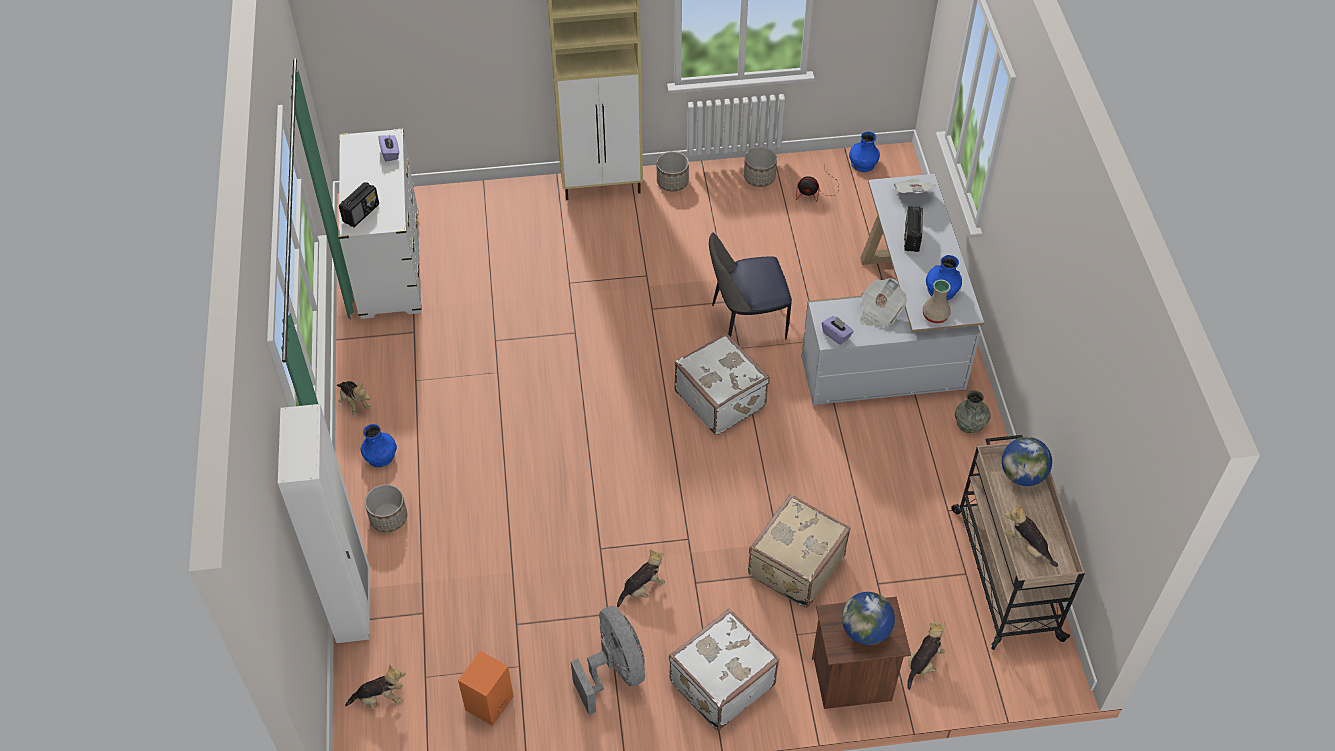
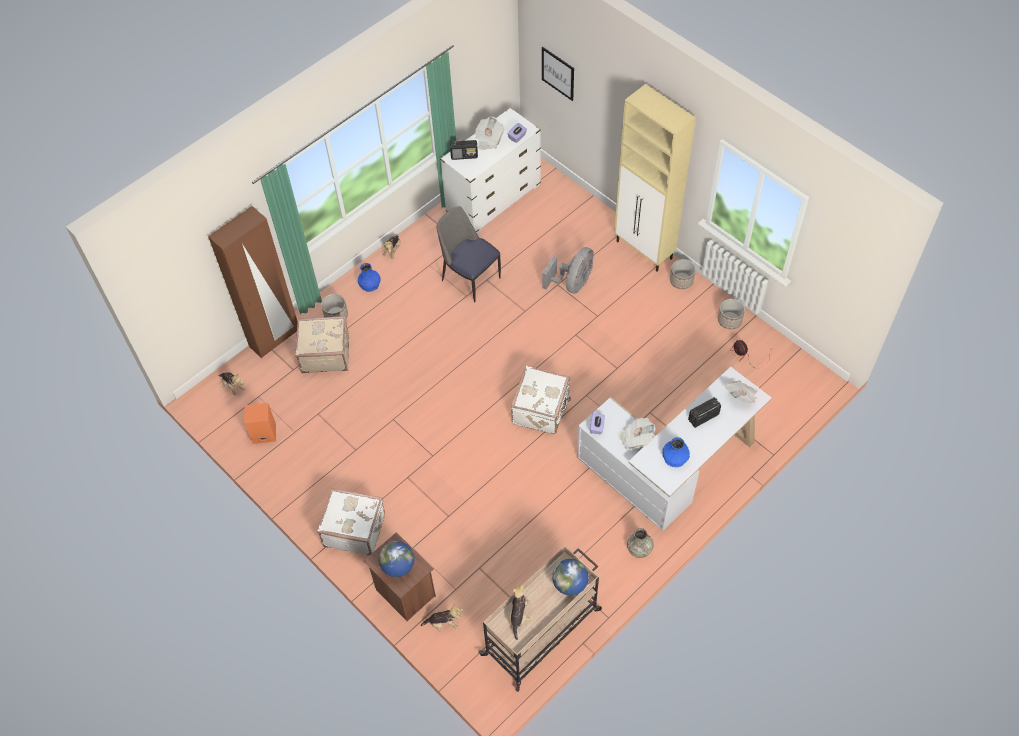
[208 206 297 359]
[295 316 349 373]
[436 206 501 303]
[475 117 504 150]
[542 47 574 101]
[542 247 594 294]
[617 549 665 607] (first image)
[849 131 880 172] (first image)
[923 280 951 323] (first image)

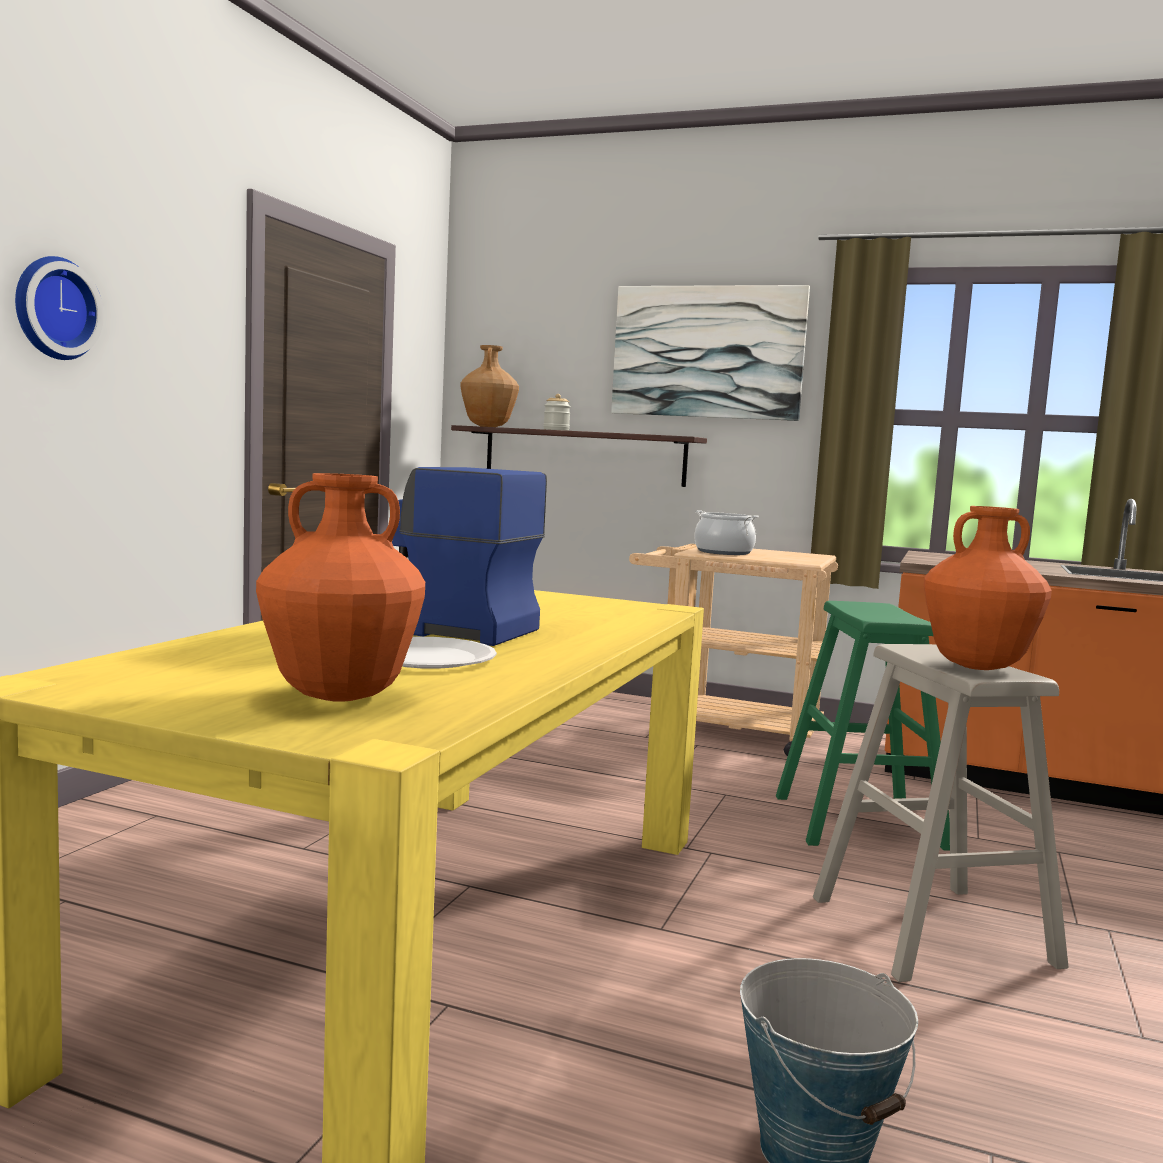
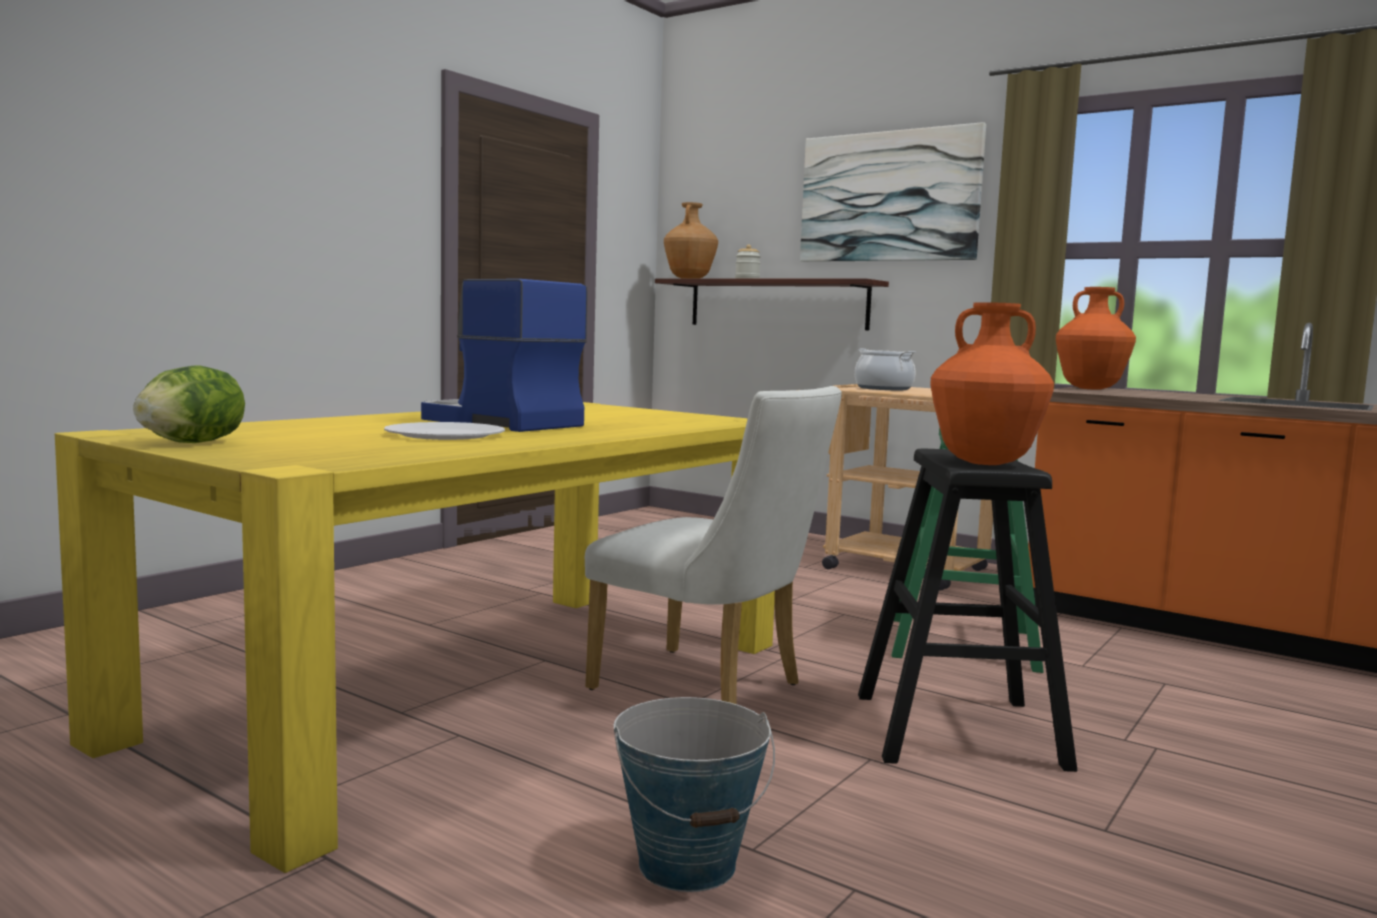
[133 366 245 443]
[585 386 842 704]
[858 449 1078 772]
[1056 287 1136 390]
[15 256 104 360] (first image)

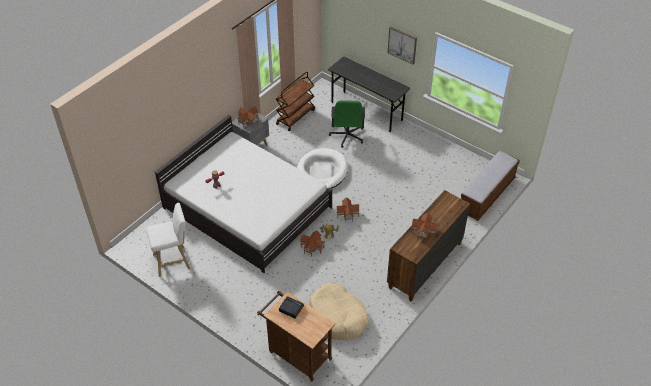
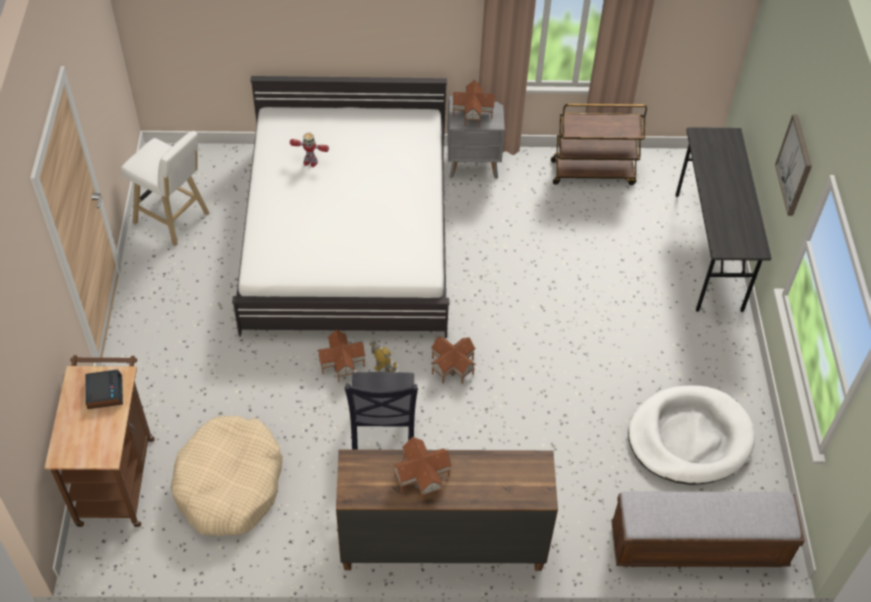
[345 372 418 450]
[628 385 755 485]
[329 100 365 148] (first image)

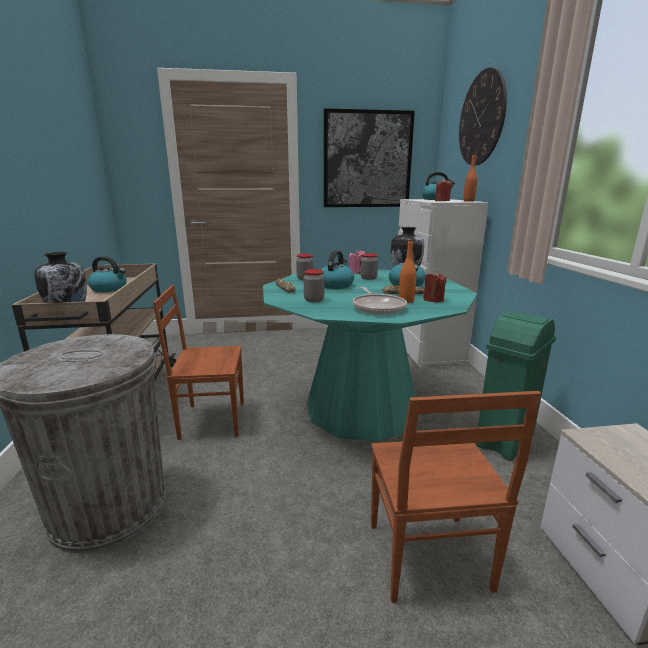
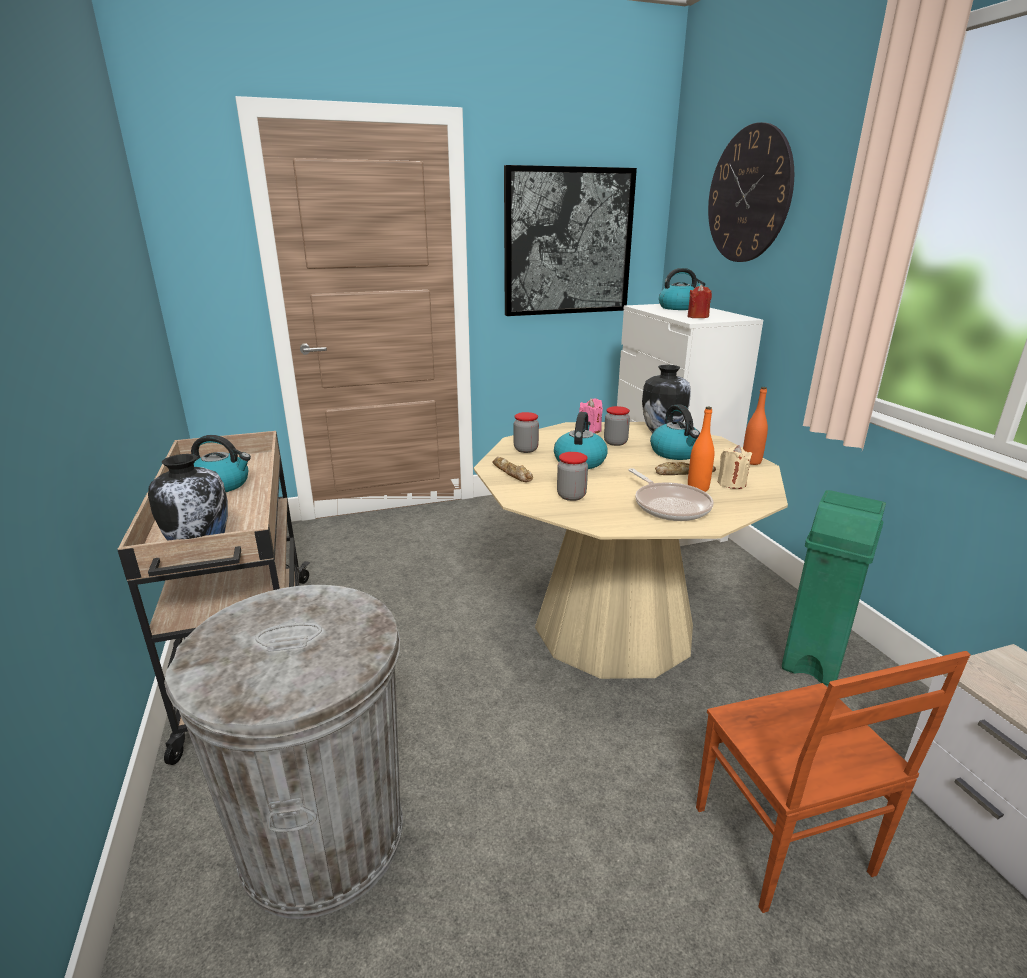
[474 422 788 679]
[717 445 752 489]
[743 387 768 465]
[153 285 244 440] (first image)

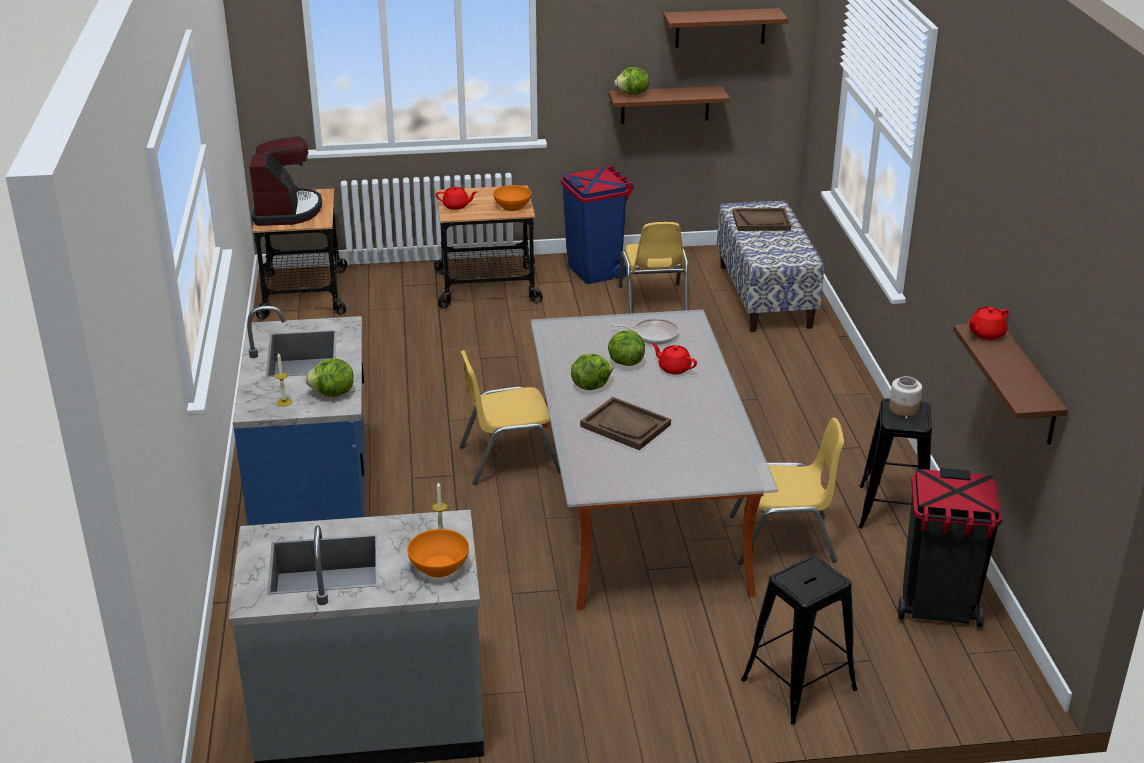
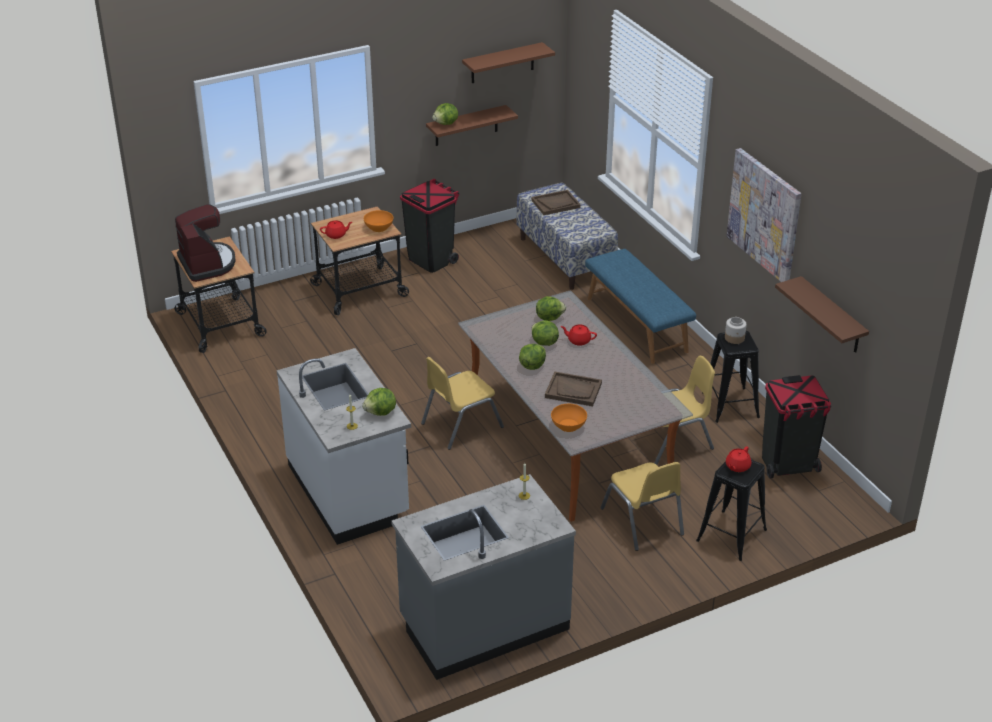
[276 348 411 545]
[400 179 459 273]
[536 296 566 321]
[551 404 587 432]
[585 249 696 364]
[600 462 684 551]
[726 446 751 472]
[727 148 801 282]

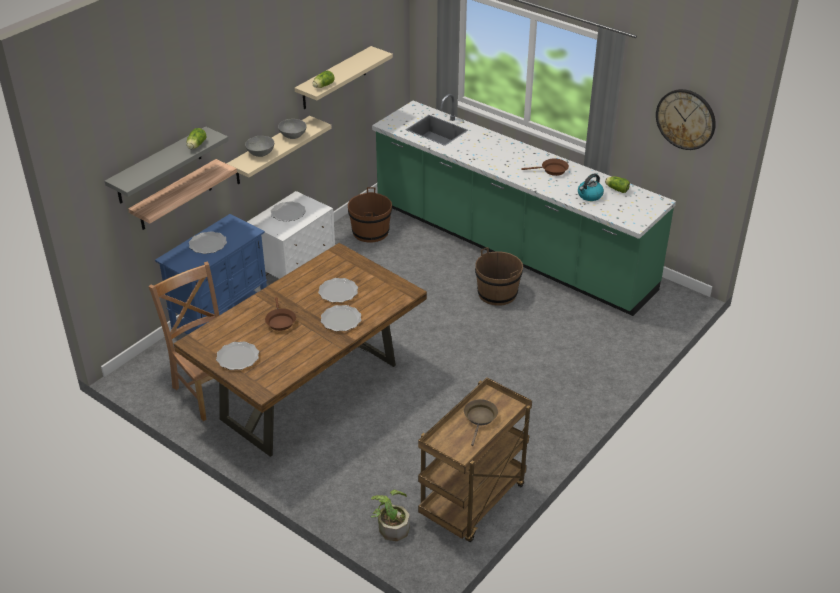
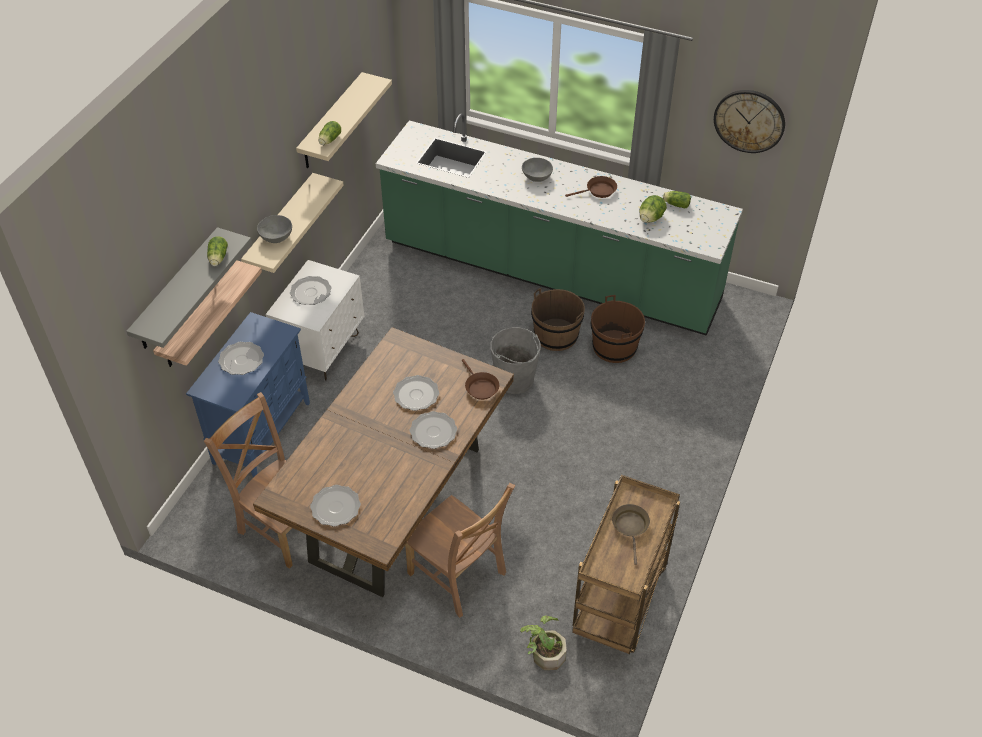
[405 483 515 618]
[462 359 499 400]
[490 327 541 394]
[522 158 553 182]
[591 295 645 363]
[639 195 667 223]

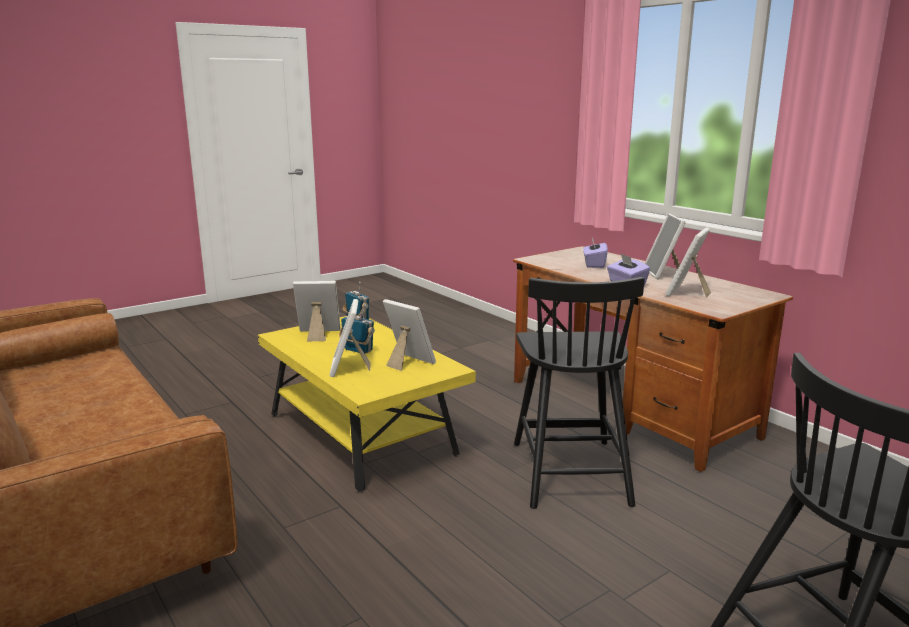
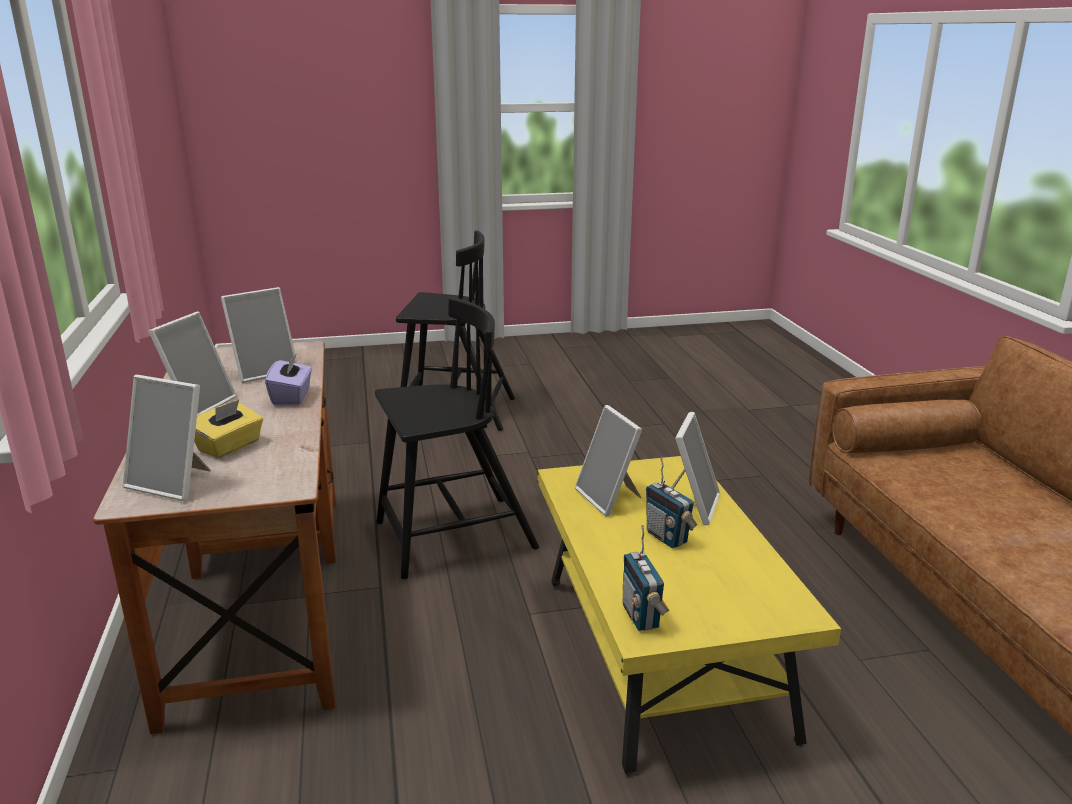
[123 375 211 501]
[194 400 263 458]
[375 297 539 579]

